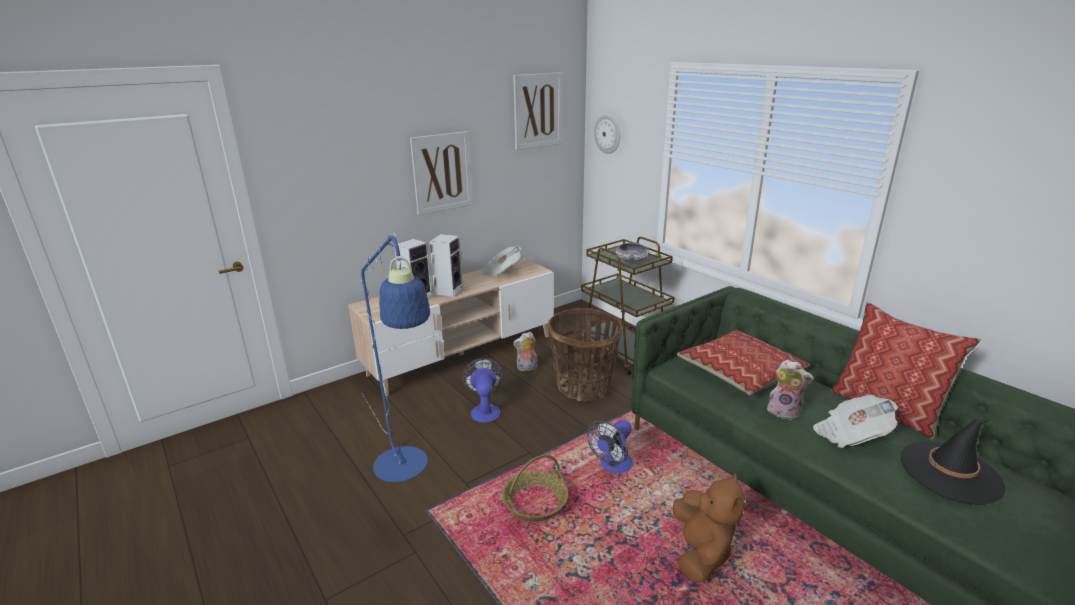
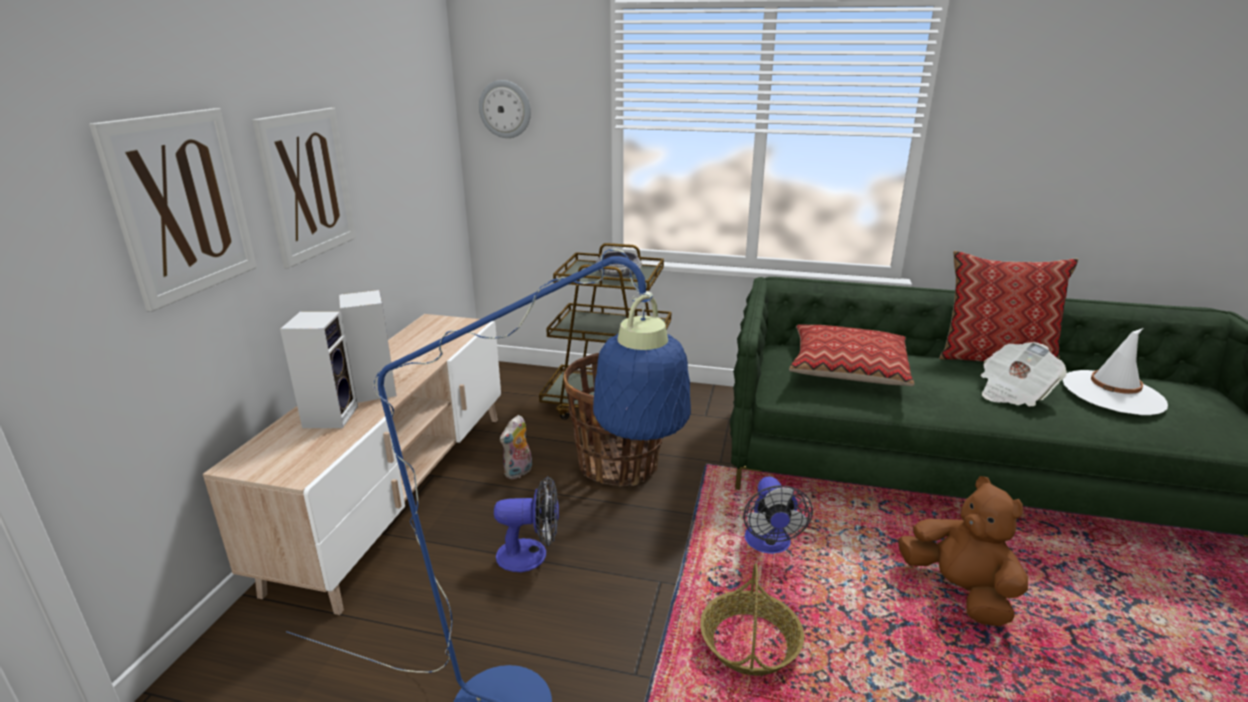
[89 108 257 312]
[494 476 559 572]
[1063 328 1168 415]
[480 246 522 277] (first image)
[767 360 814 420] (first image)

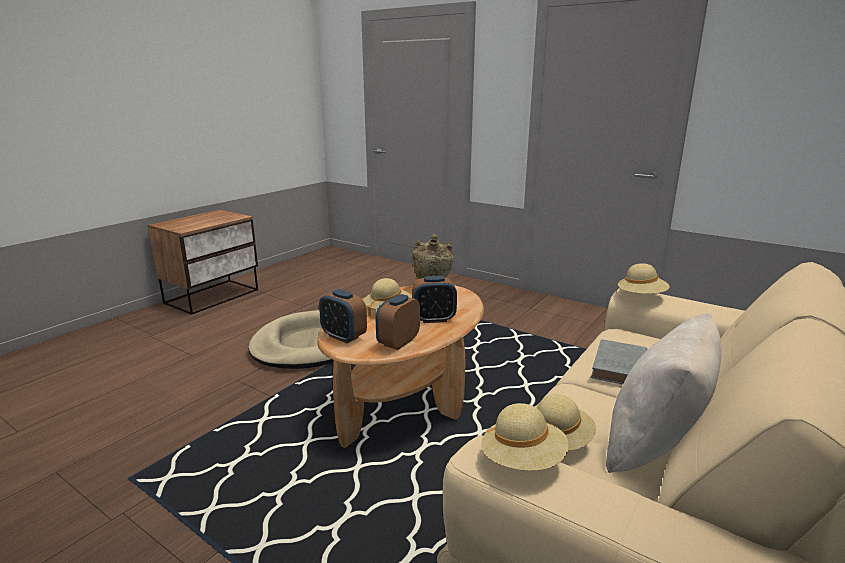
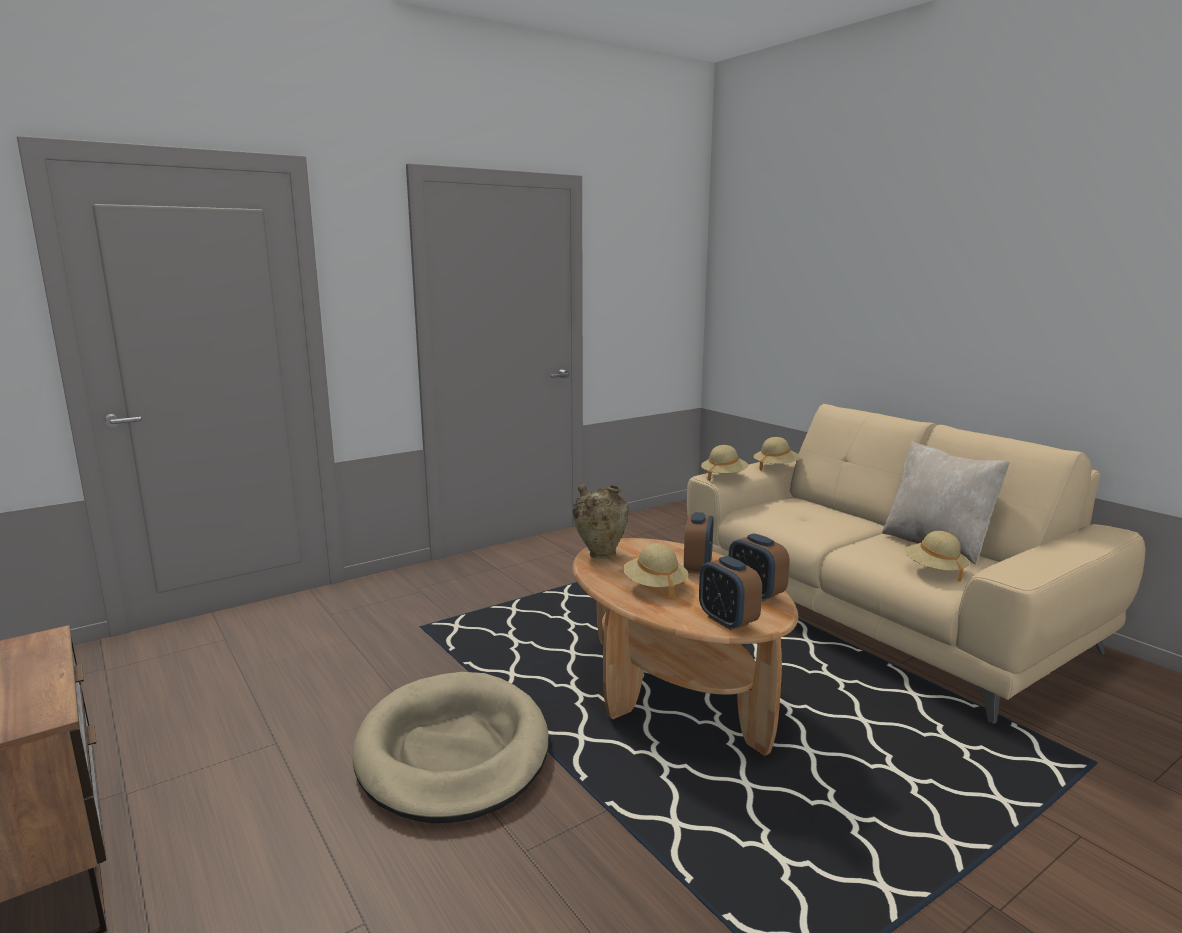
[699 556 762 630]
[754 437 800 471]
[591 339 647 384] (first image)

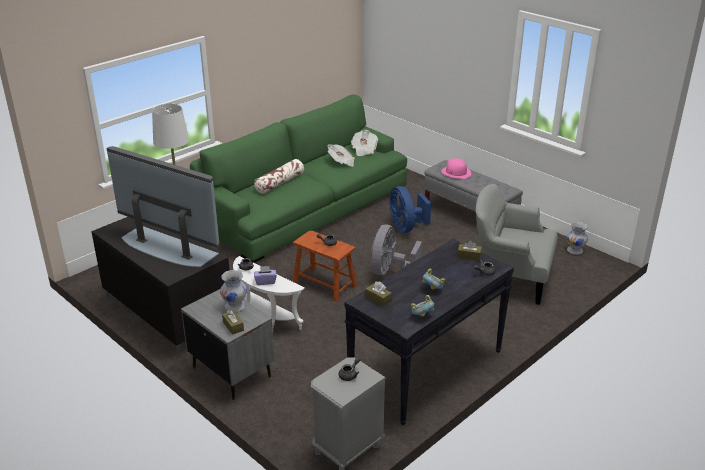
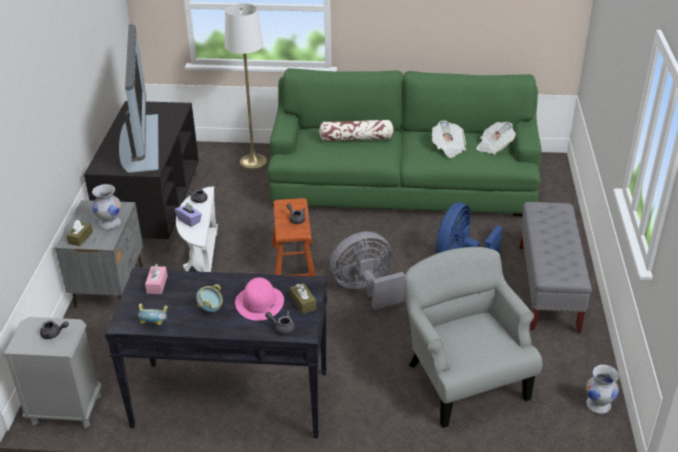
[145 264 167 294]
[235 277 284 321]

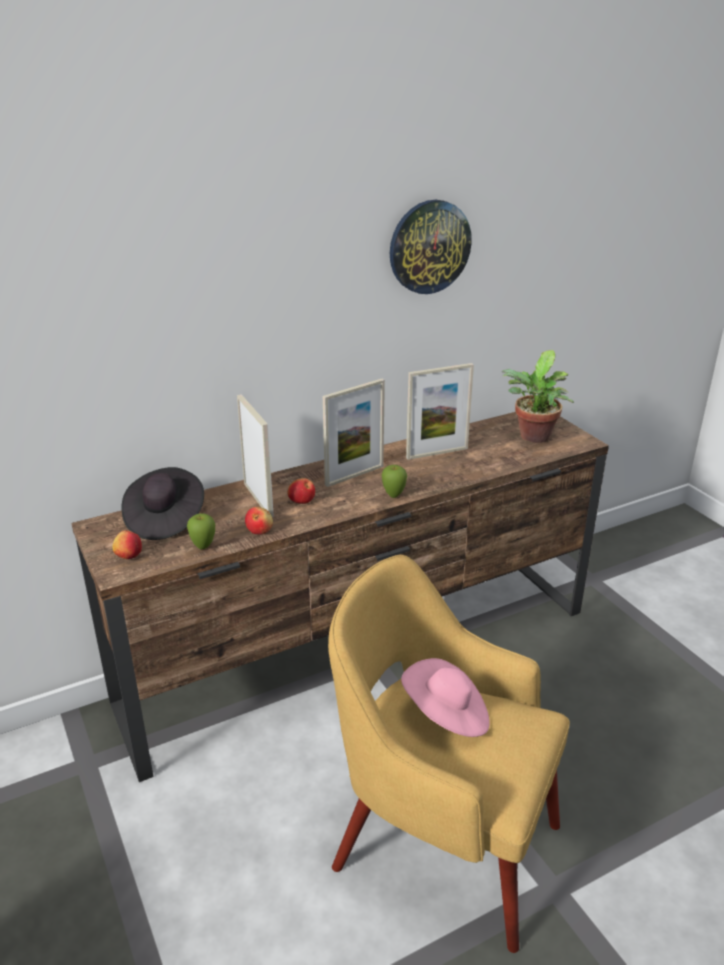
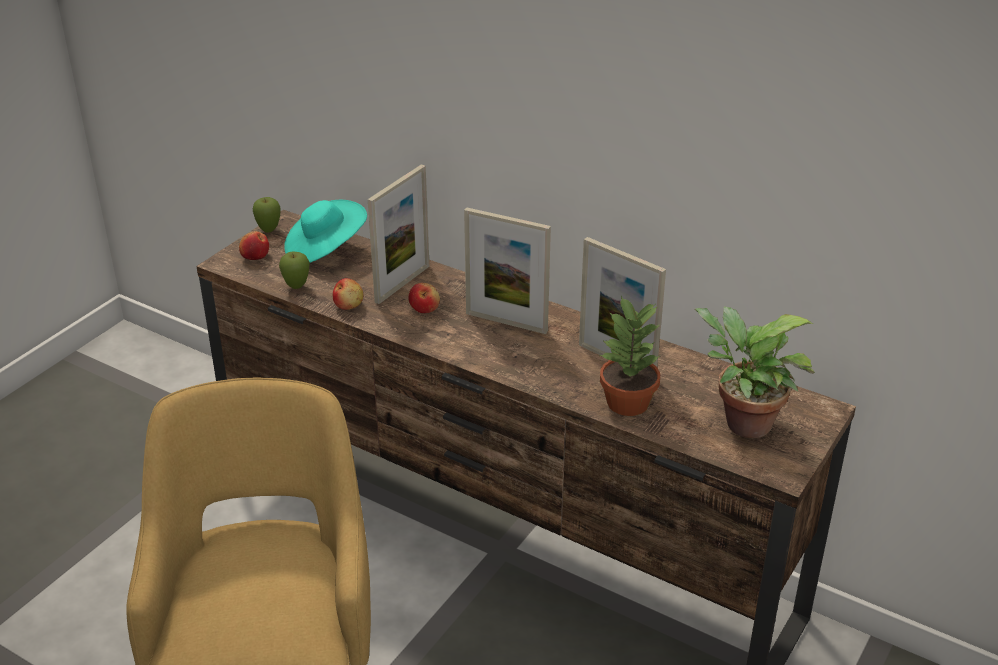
[253 197 281 233]
[284 200 367 263]
[600 296 661 416]
[390 200 472 294] (first image)
[401 658 489 737] (first image)

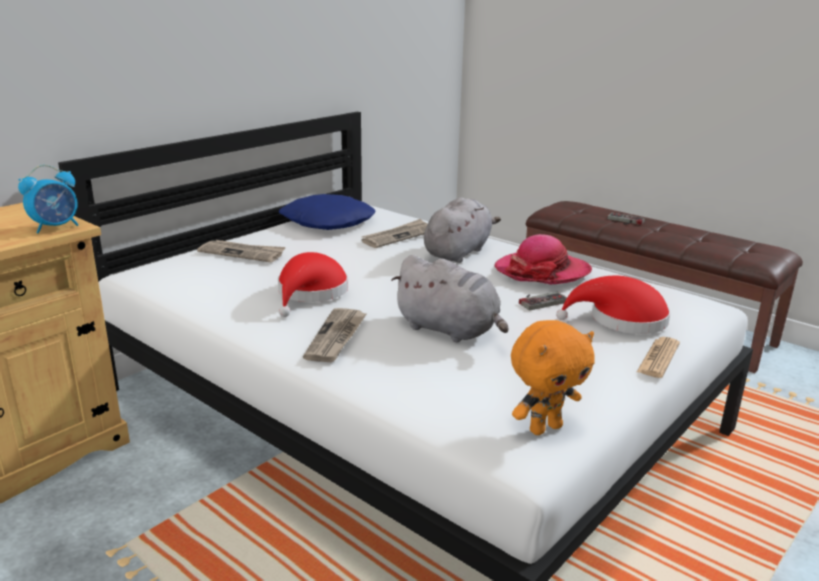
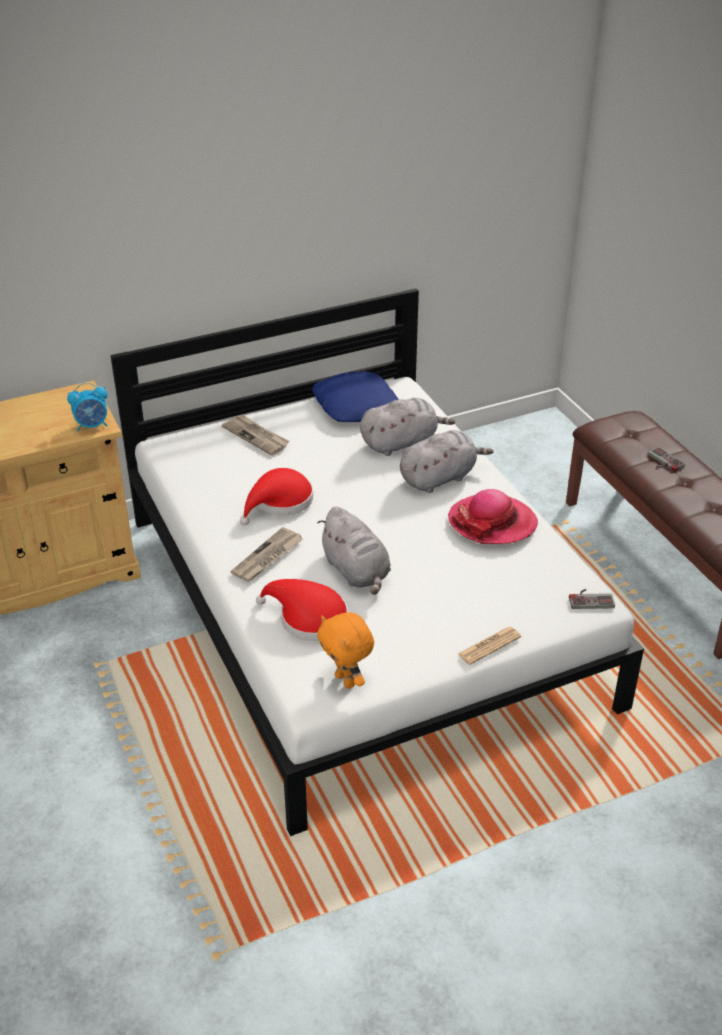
[256 579 348 641]
[317 612 374 689]
[360 398 455 456]
[569 589 615 609]

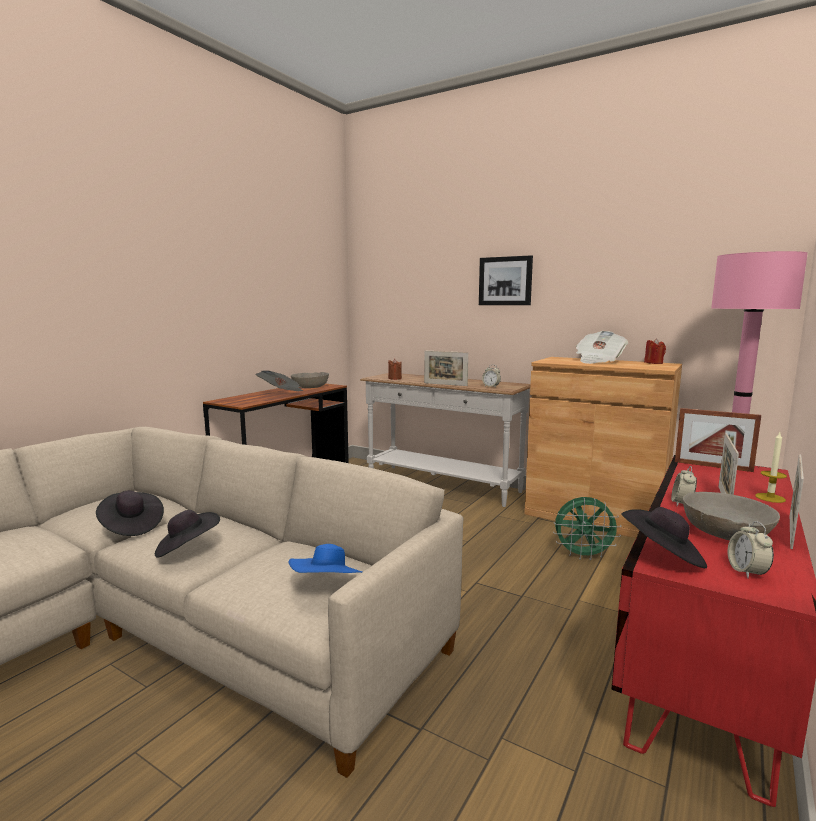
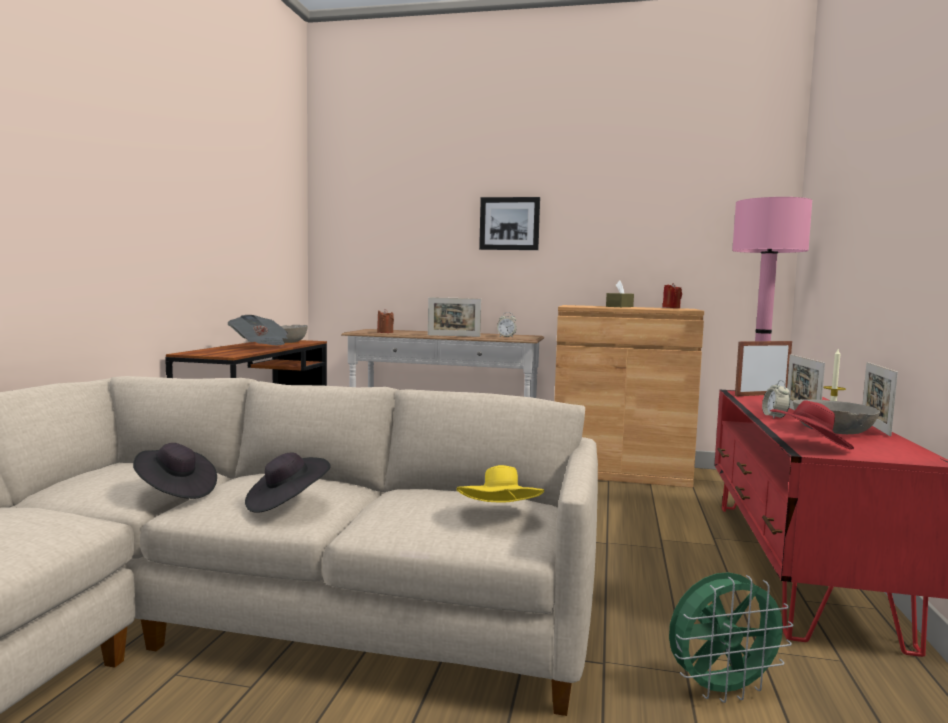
[457 465 544 502]
[606 281 634 307]
[669 572 793 703]
[735 341 792 396]
[770 400 854 450]
[728 521 774 578] (first image)

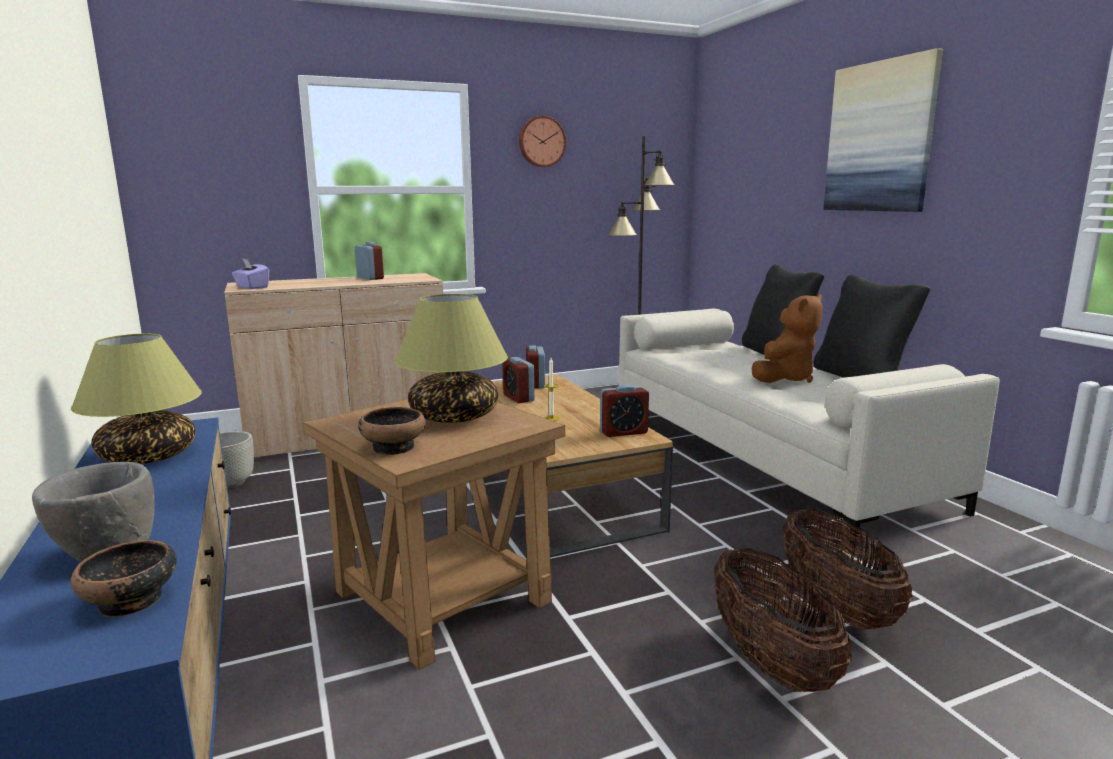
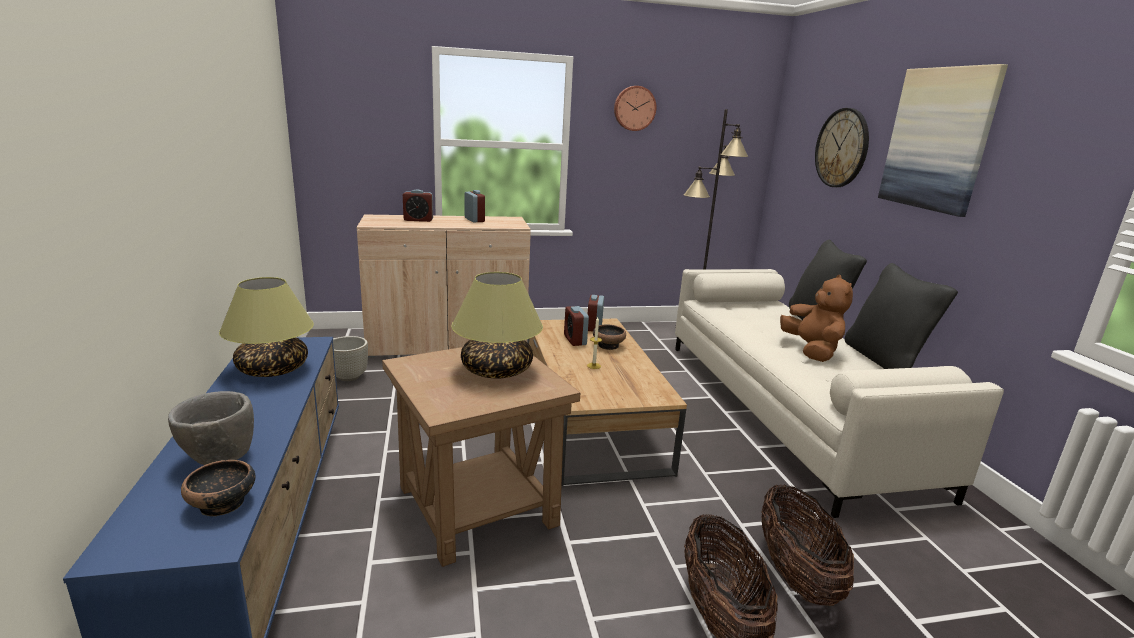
[403 189 433 222]
[593 325 626 350]
[780 275 853 362]
[815 108 869 187]
[232 258 269 289] (first image)

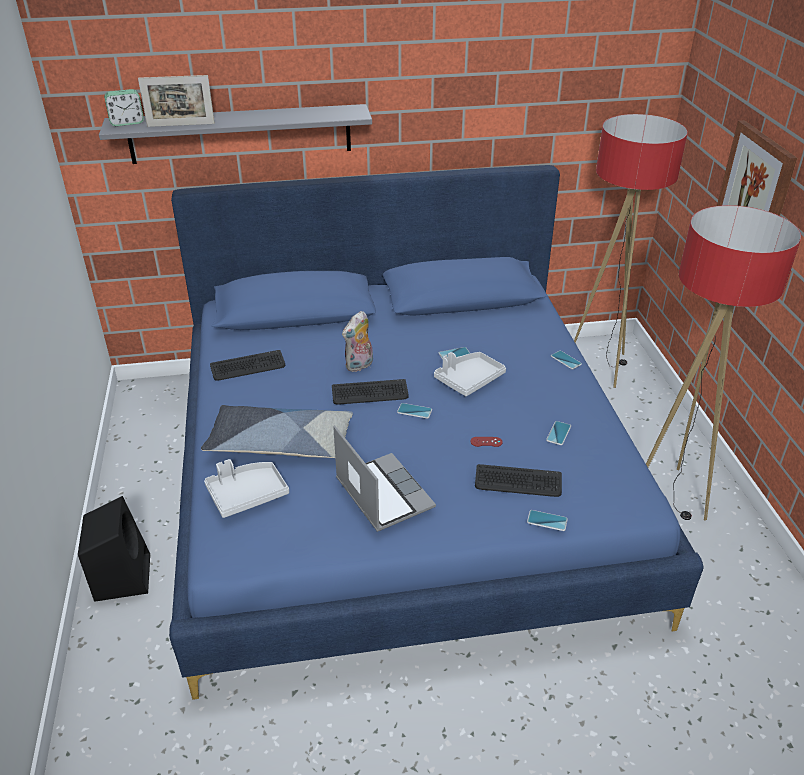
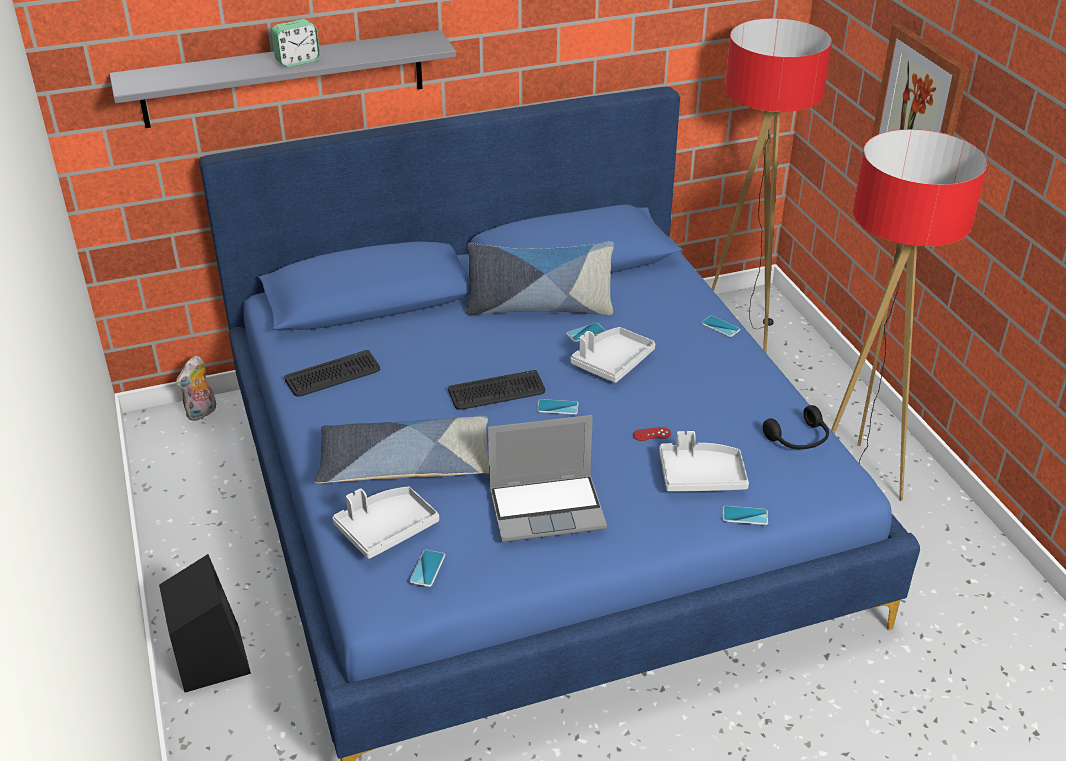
[176 356 216 421]
[271 19 320 67]
[409 550 445 587]
[466 241 614 315]
[488 415 607 542]
[659 431 749 492]
[763 405 829 449]
[138 75 215 127] (first image)

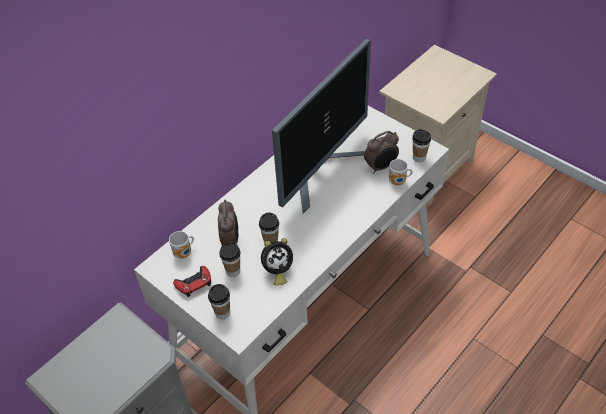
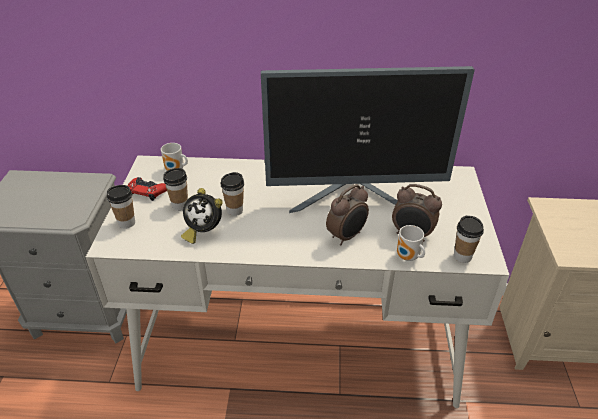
[326 184 369 245]

